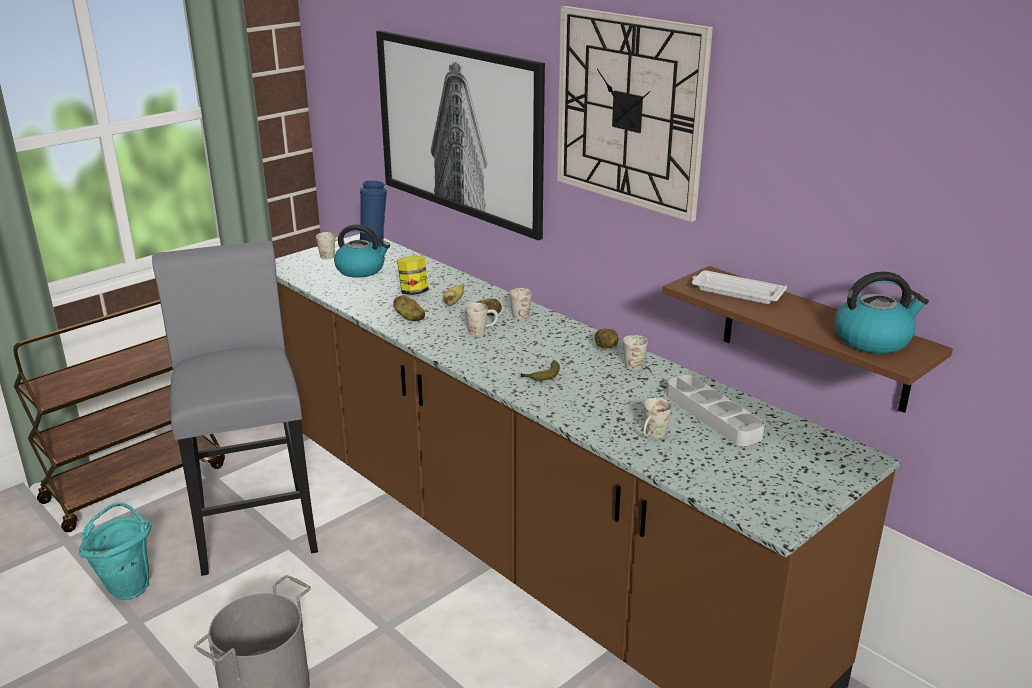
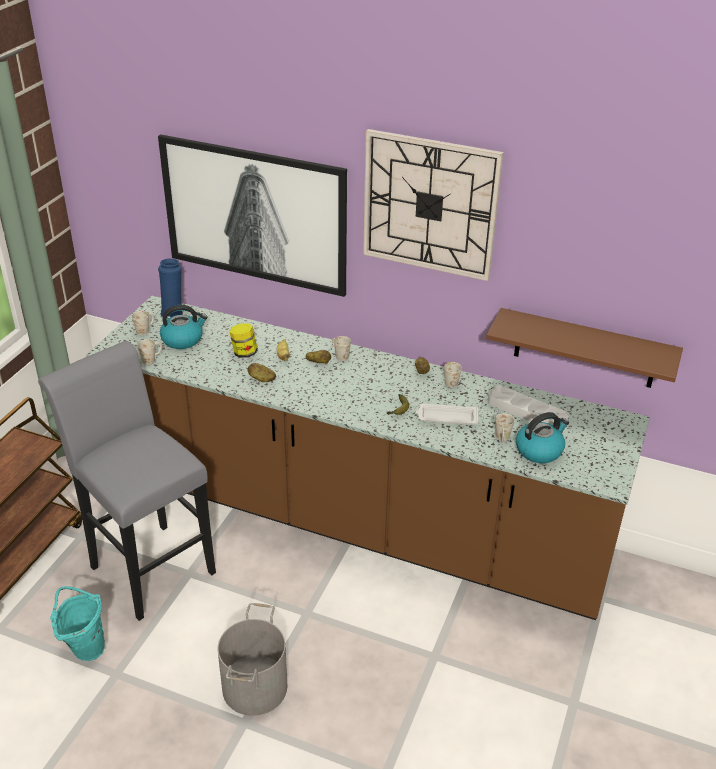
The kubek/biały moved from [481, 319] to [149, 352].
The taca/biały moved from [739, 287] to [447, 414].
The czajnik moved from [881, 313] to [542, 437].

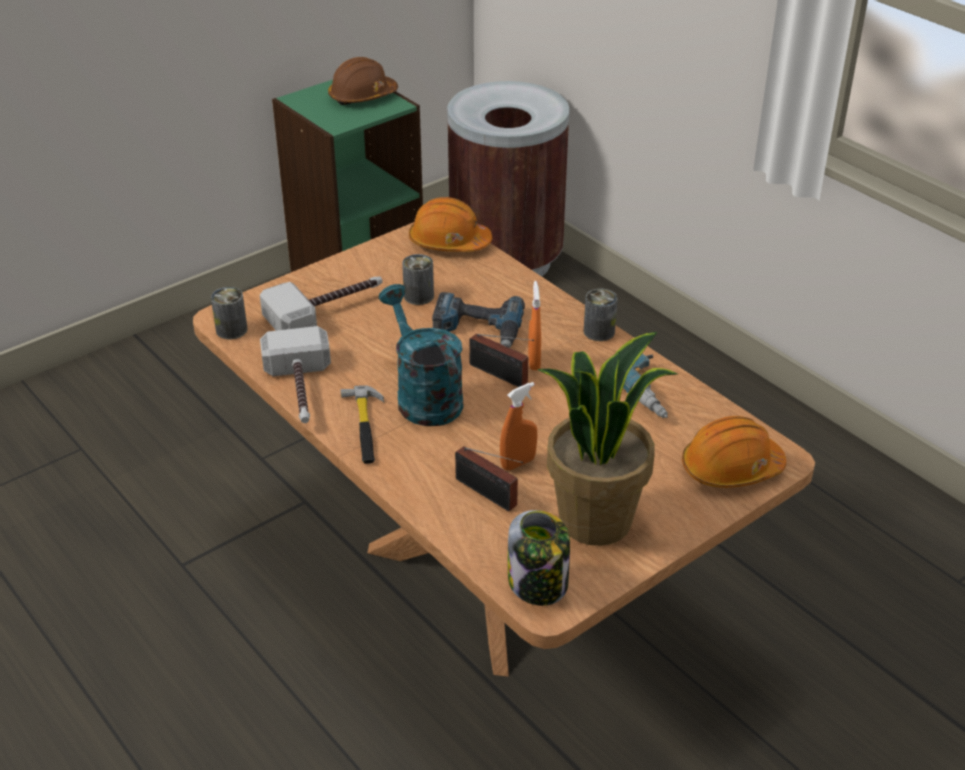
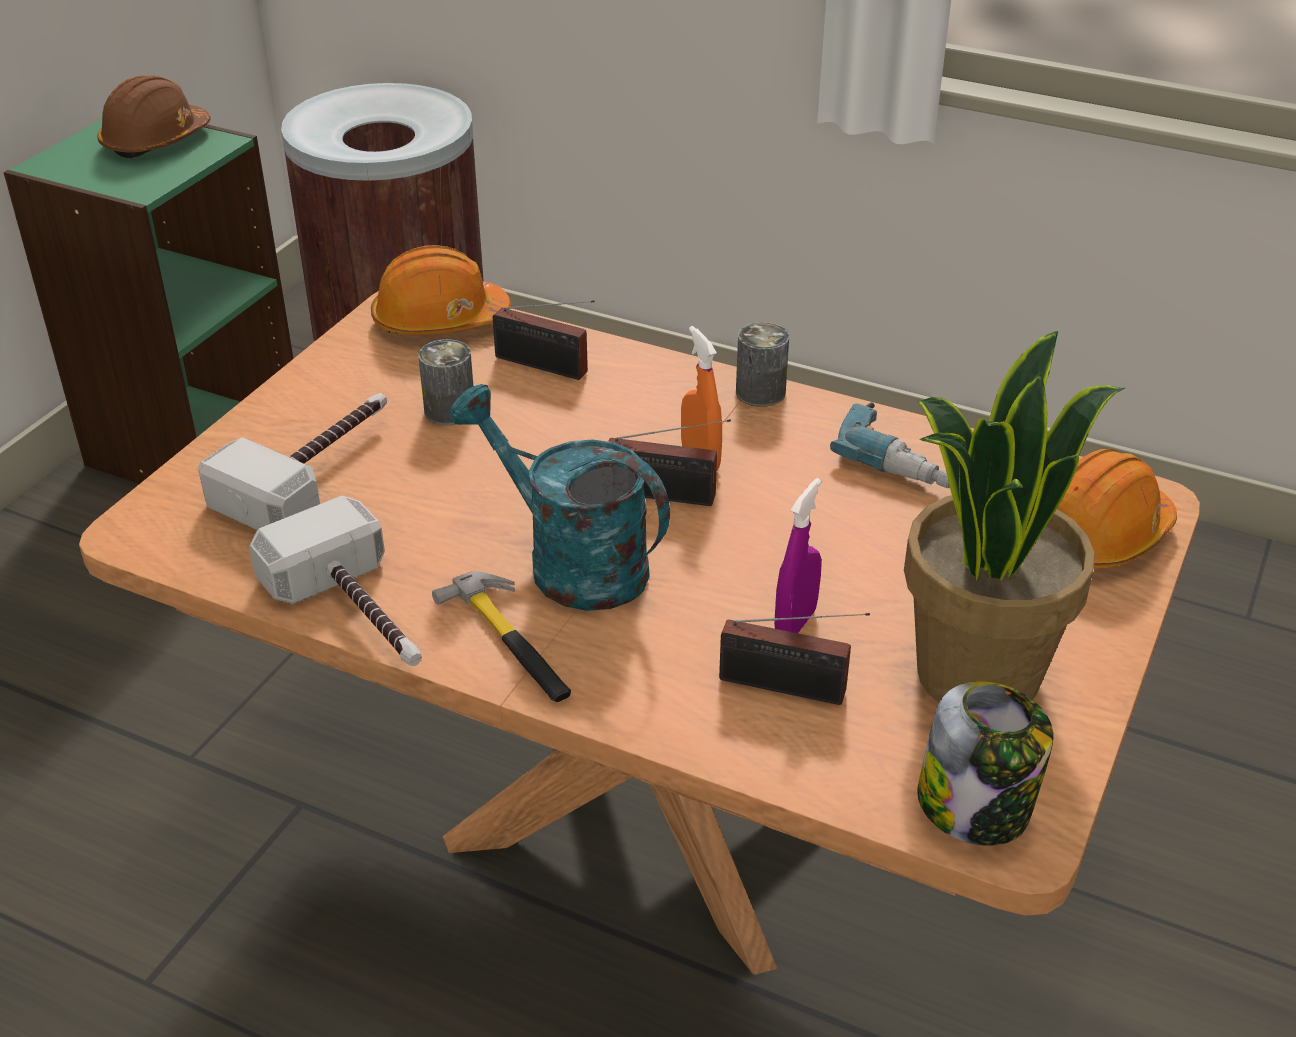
The puszka at [229, 313] disappeared.
The wiertarka at [478, 320] disappeared.
The spryskiwacz/pomarańczowy at [518, 426] became the spryskiwacz/fioletowy at [798, 555].
The radio at [544, 340] appeared.

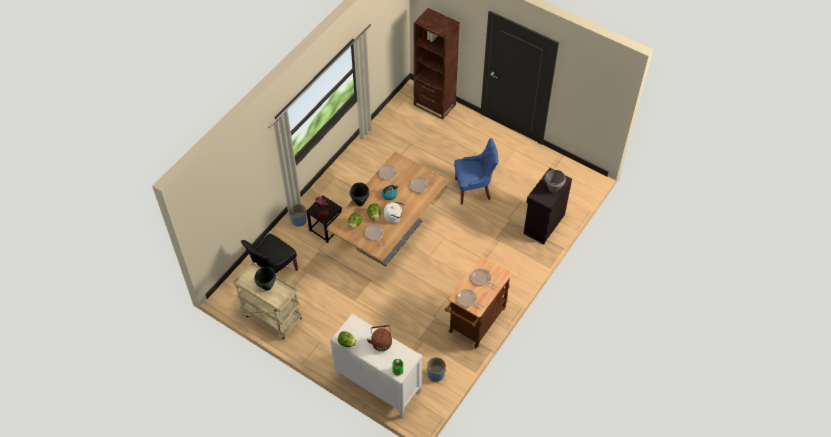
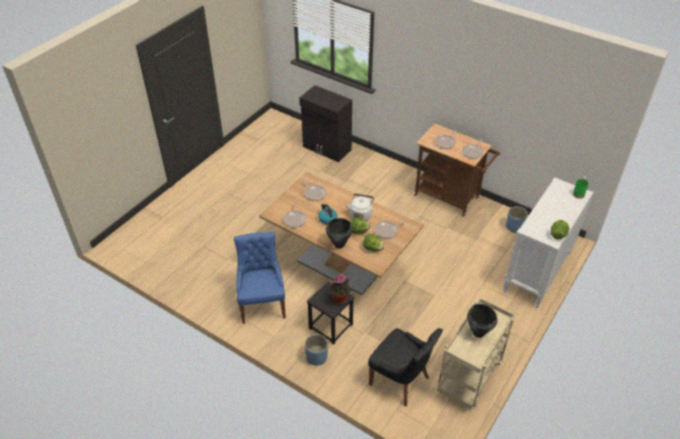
The czajnik/brązowy at [379, 338] disappeared.
The regał/brązowy at [437, 64] disappeared.
The krzesło/niebieski moved from [476, 171] to [260, 278].
The garnek/szary at [555, 181] disappeared.

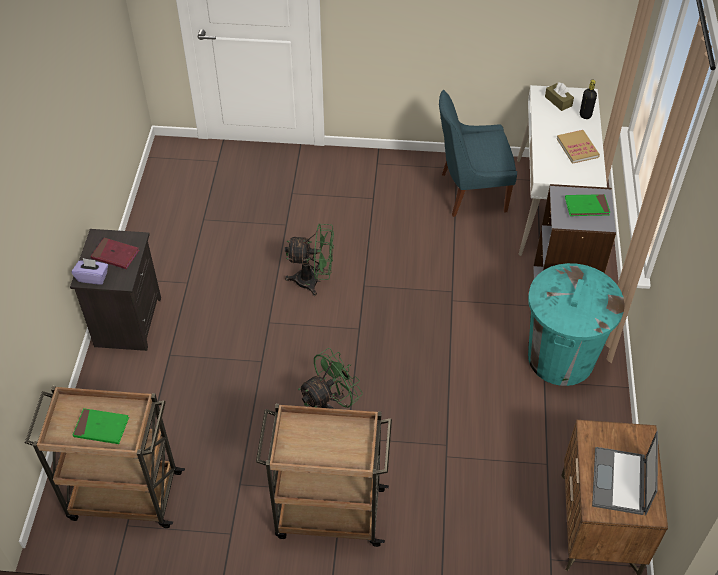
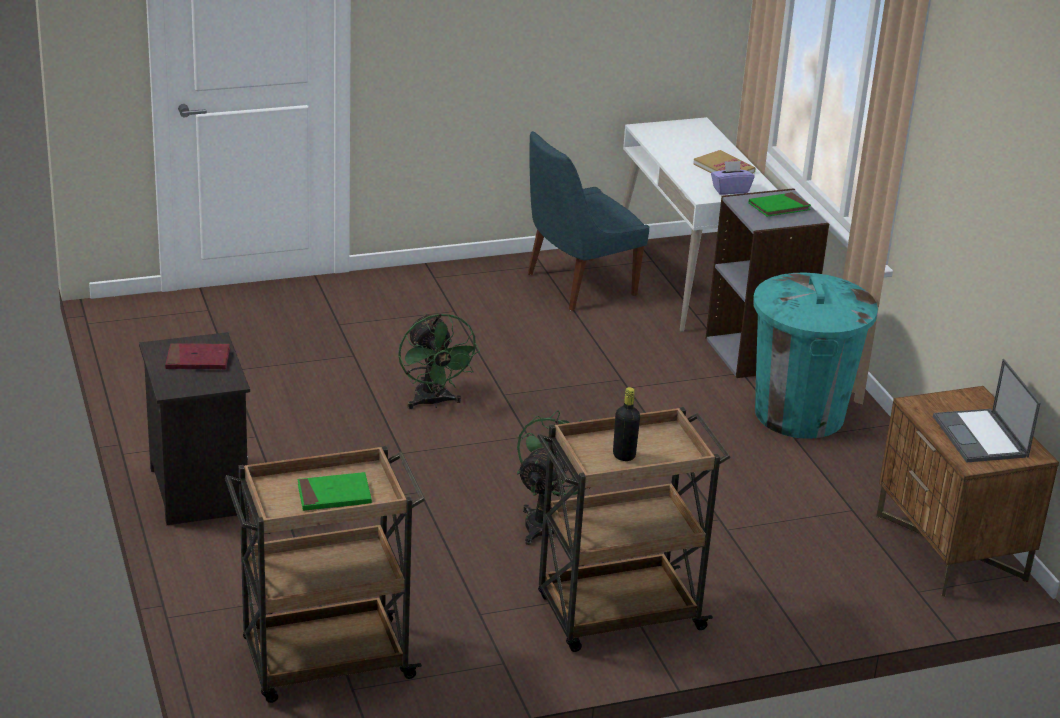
The pudełko chusteczek/fioletowy moved from [90, 271] to [733, 178].
The wentylator/zielony at [309, 260] turned 90 degrees clockwise.
The pudełko chusteczek/brązowy at [559, 96] disappeared.
The butelka/czarny moved from [588, 99] to [626, 424].

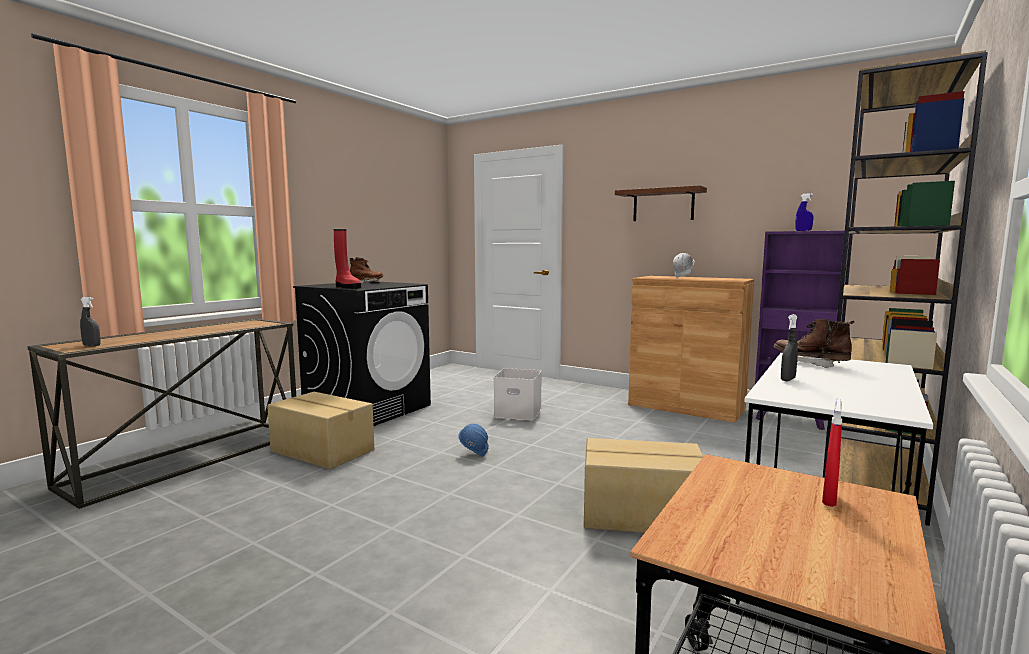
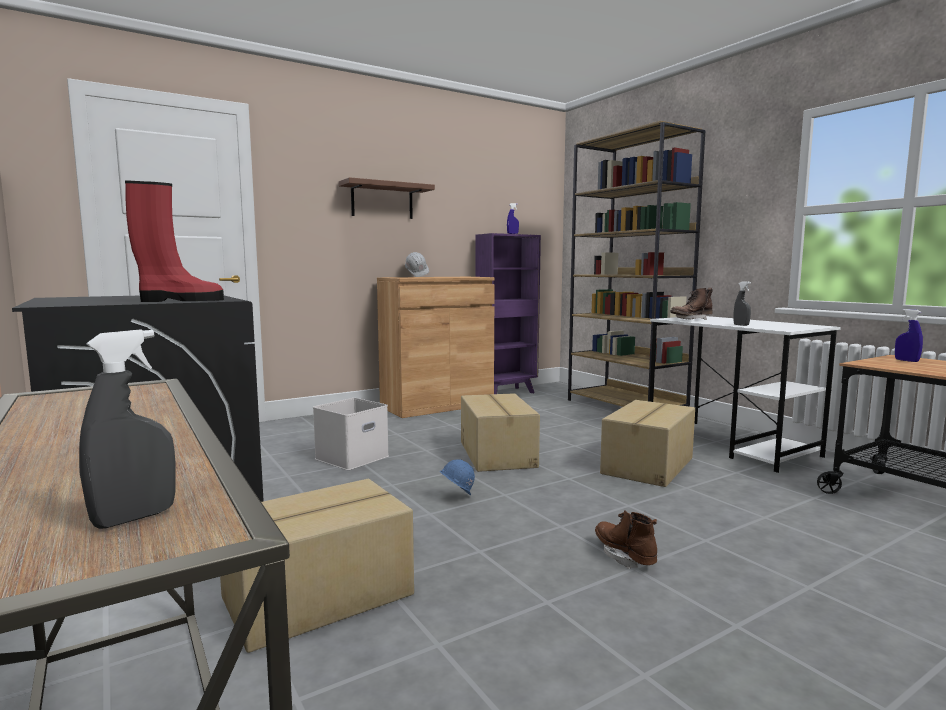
The but z cholewką/brązowy moved from [366, 270] to [626, 539].
The spryskiwacz/czerwony at [832, 453] became the spryskiwacz/niebieski at [909, 335].
The karton at [500, 432] appeared.

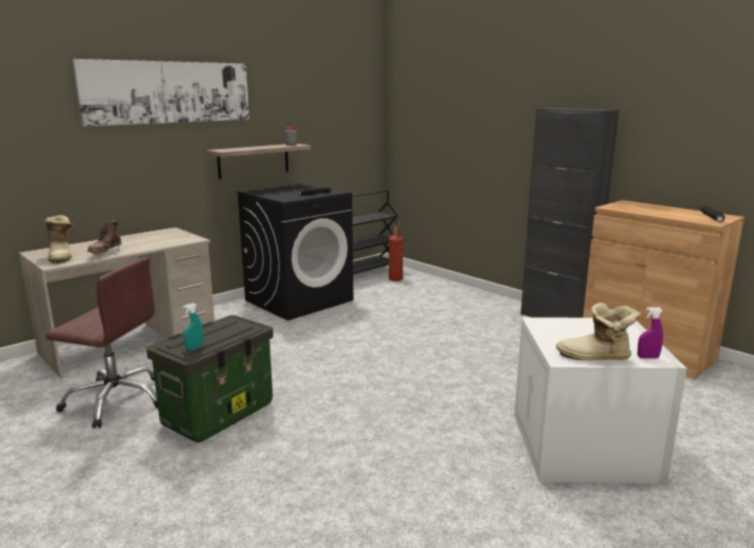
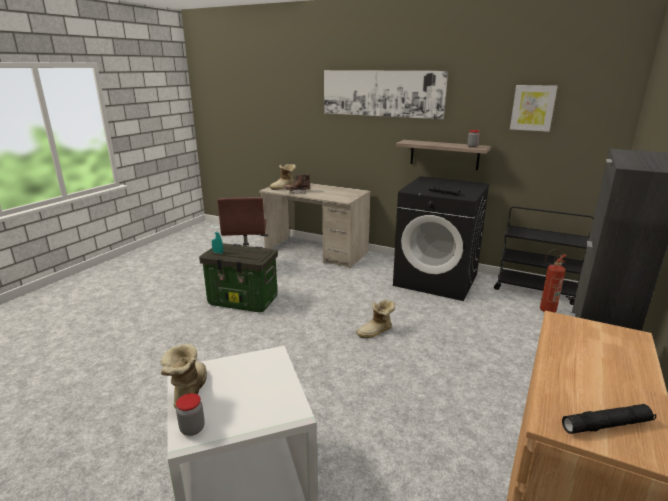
The spryskiwacz/fioletowy at [650, 333] was replaced by the słoik at [190, 414].
The but z cholewką at [375, 319] appeared.
The obraz at [534, 108] appeared.

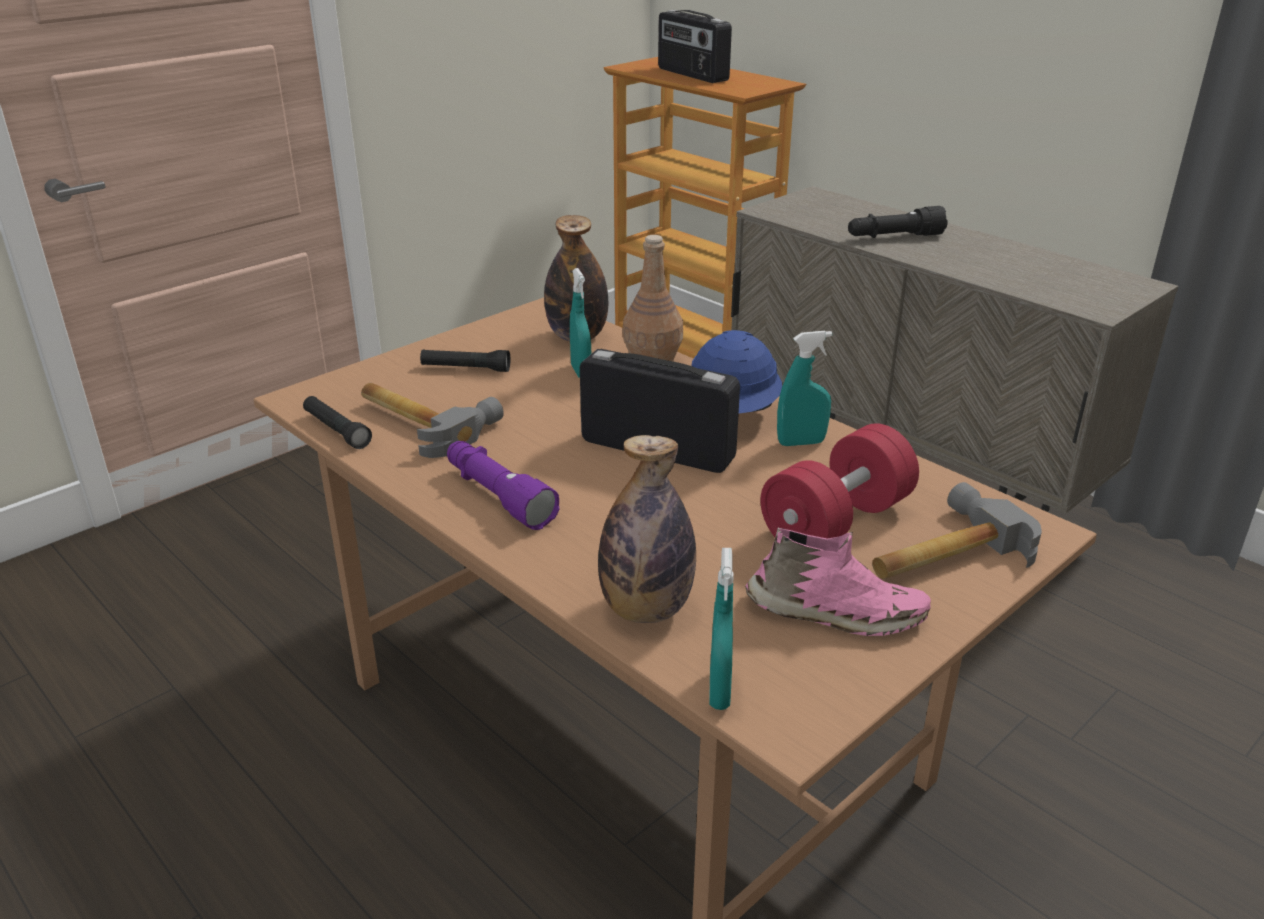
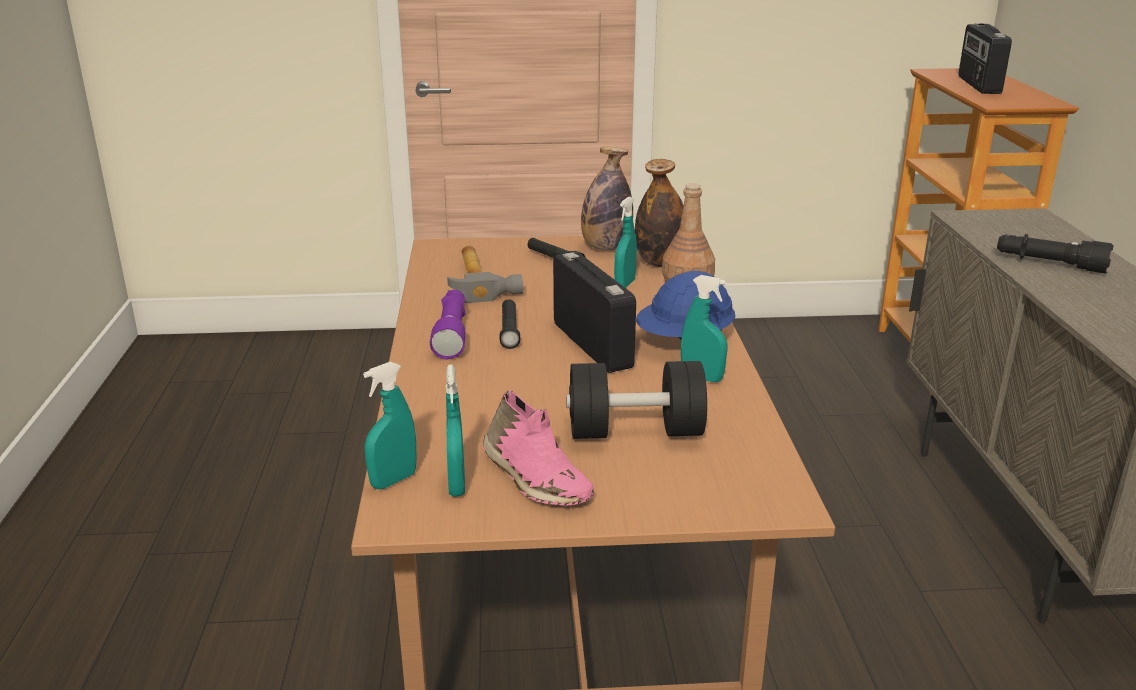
The latarka/czarny moved from [337, 422] to [509, 324].
The butelka moved from [647, 529] to [607, 198].
The hantel/czerwony at [840, 480] became the hantel/czarny at [637, 400].
The młotek at [957, 530] disappeared.
The spryskiwacz/turkusowy at [455, 430] appeared.

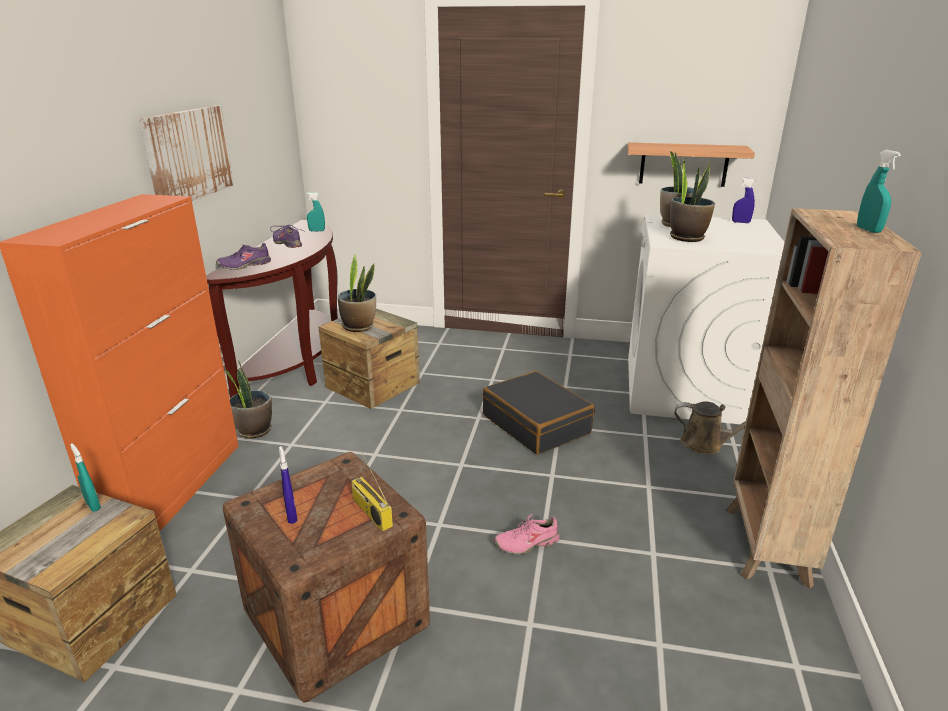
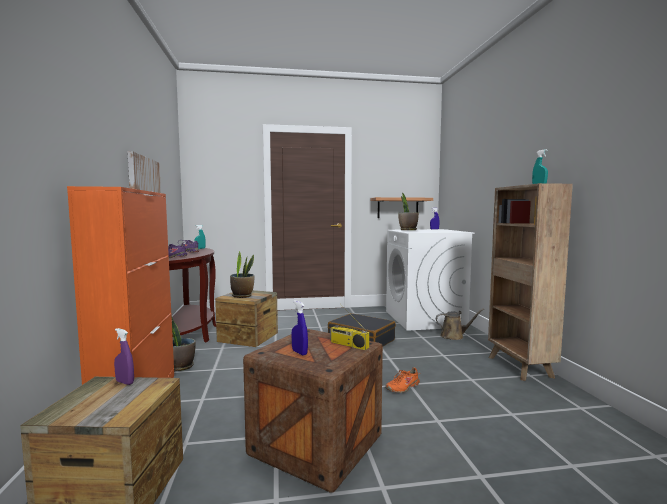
The spryskiwacz/turkusowy at [85, 477] became the spryskiwacz/fioletowy at [124, 356].
The but/różowy at [527, 534] became the but/pomarańczowy at [402, 380].
The roślina doniczkowa at [692, 199] disappeared.

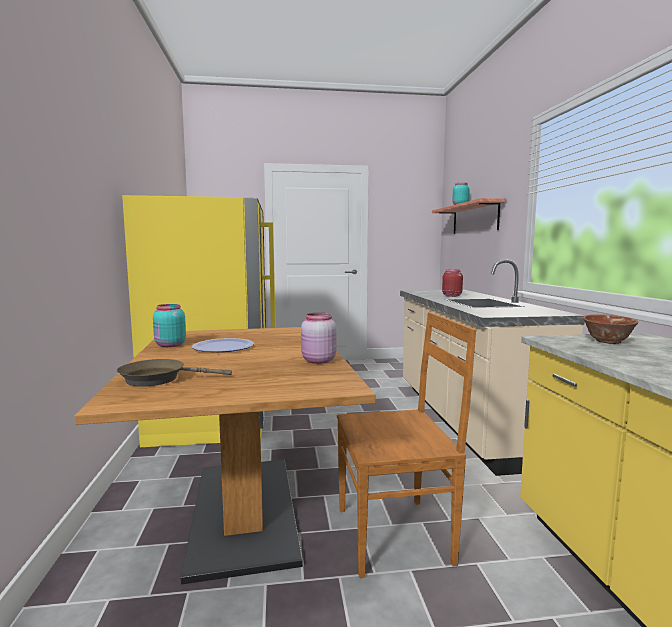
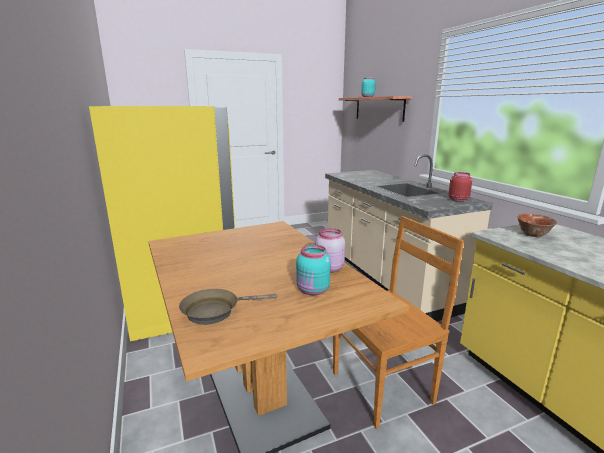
The słoik/turkusowy moved from [169, 325] to [313, 270].
The talerz at [223, 345] disappeared.
The słoik/czerwony moved from [452, 283] to [460, 187].

